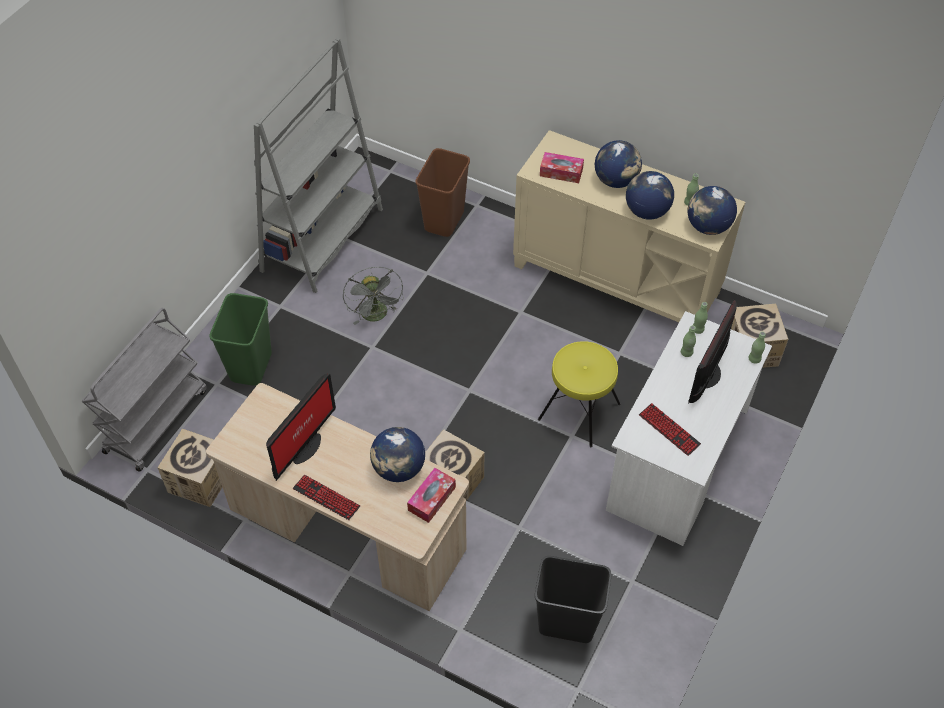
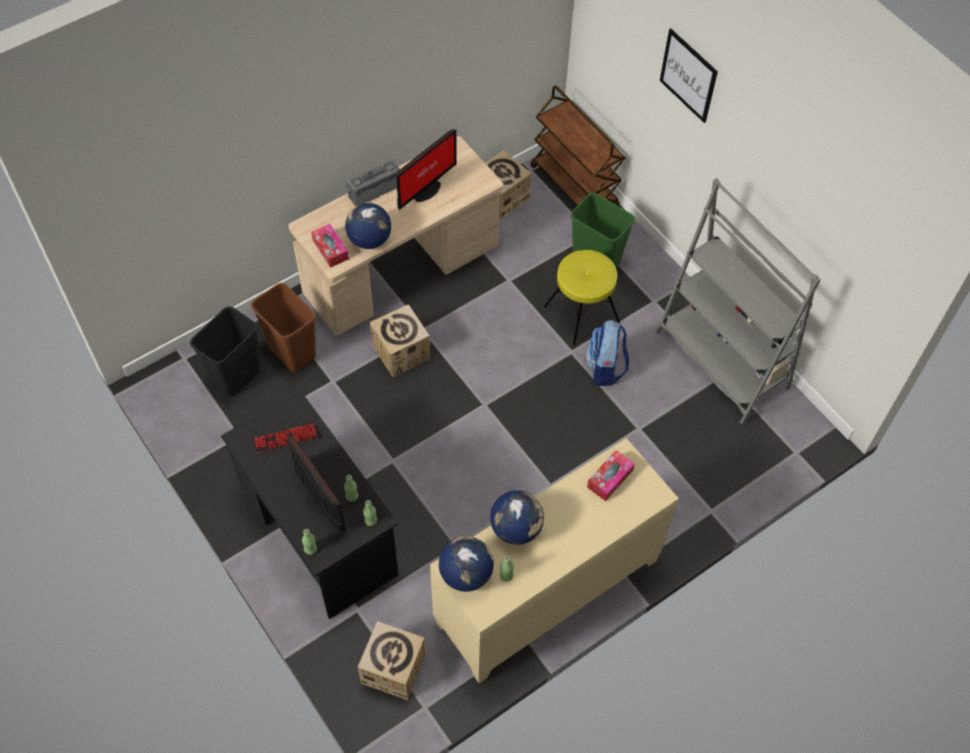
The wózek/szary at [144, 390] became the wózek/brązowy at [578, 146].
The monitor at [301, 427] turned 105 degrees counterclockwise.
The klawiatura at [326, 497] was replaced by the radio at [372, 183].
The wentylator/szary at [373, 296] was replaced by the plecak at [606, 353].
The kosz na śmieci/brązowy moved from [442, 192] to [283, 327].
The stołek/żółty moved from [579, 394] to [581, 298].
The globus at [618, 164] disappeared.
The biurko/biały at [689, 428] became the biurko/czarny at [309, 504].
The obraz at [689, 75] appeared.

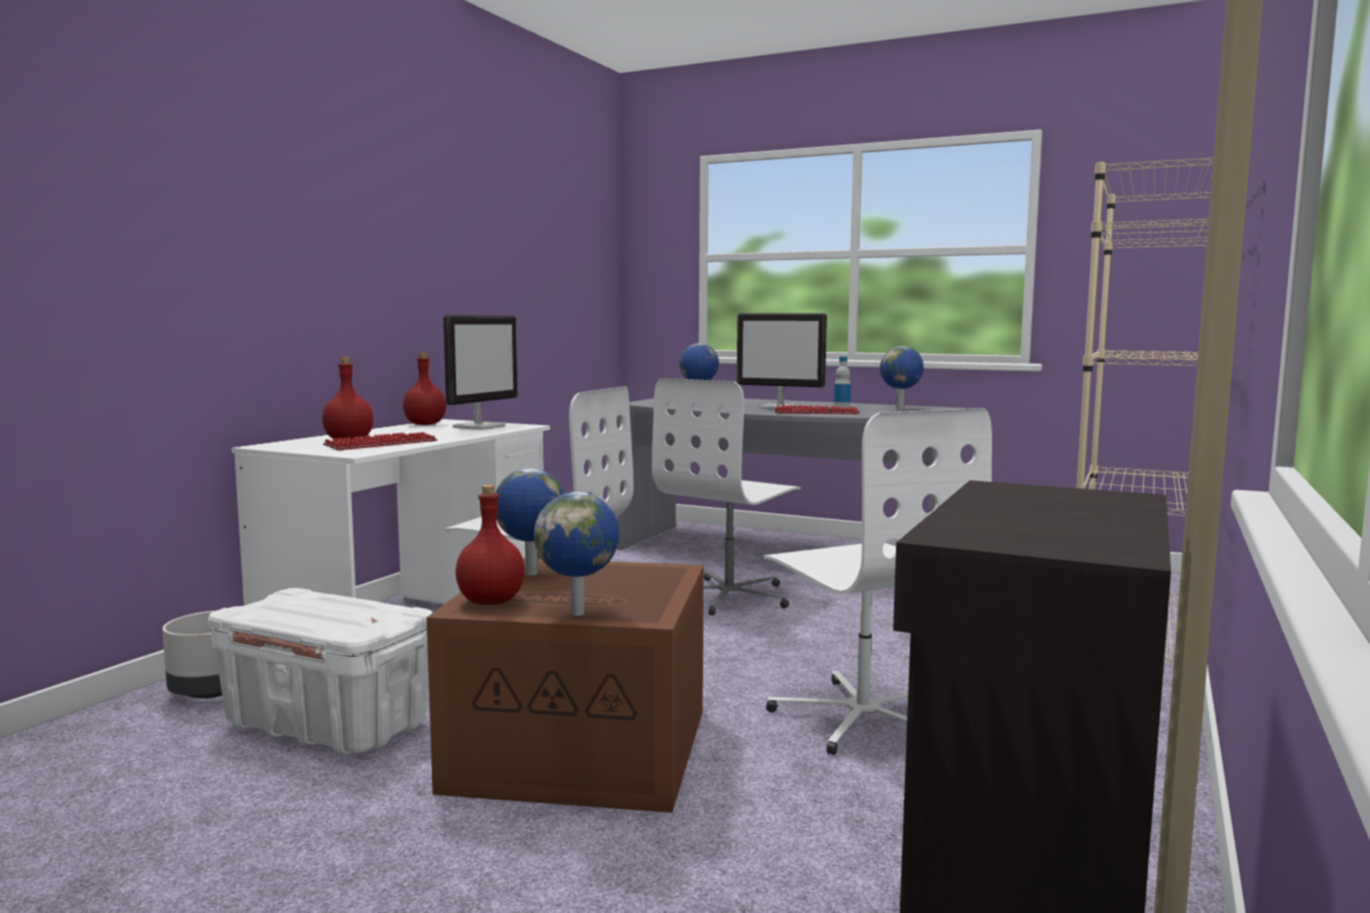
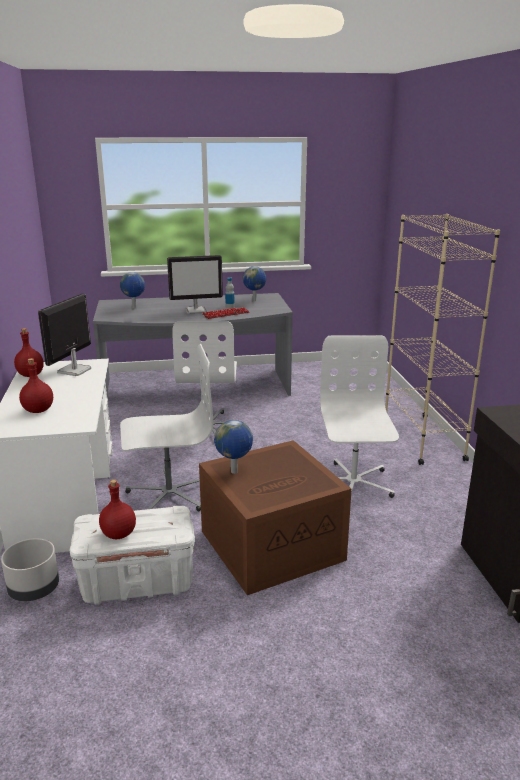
The klawiatura at [380, 441] disappeared.
The monitor at [480, 372] turned 150 degrees counterclockwise.
The butelka/czerwony moved from [490, 545] to [117, 509].
The globus at [576, 554] disappeared.
The krzesło biurowe/biały at [877, 581] turned 120 degrees counterclockwise.

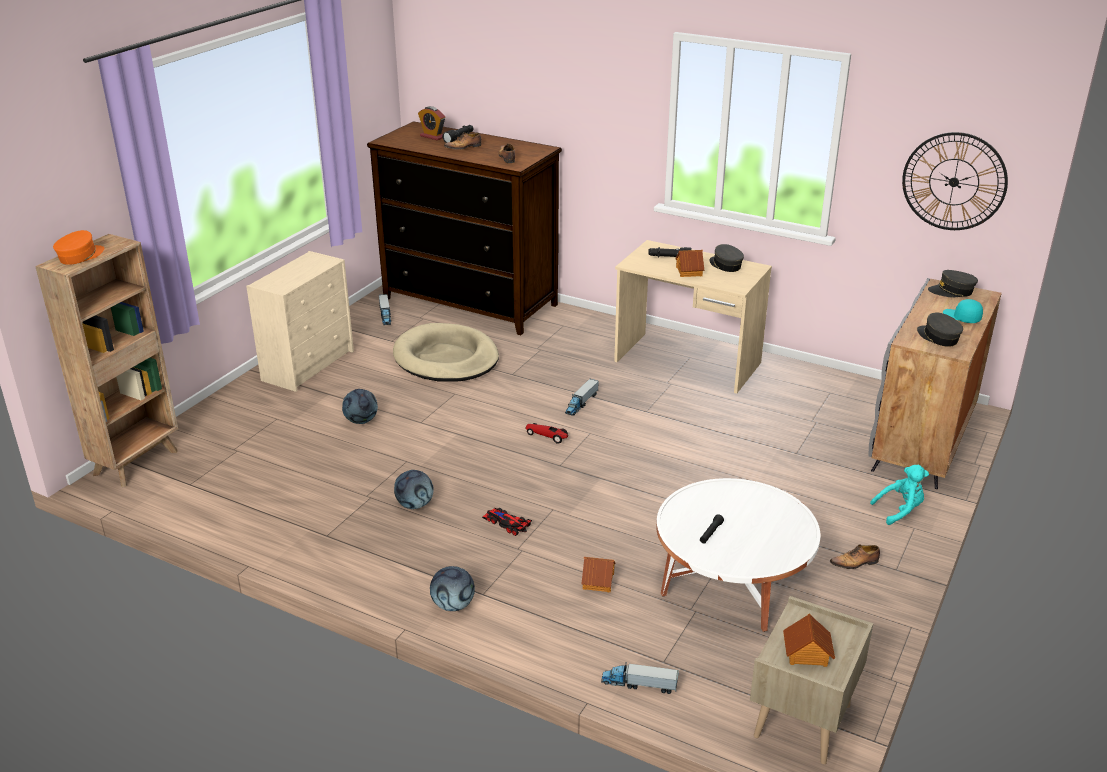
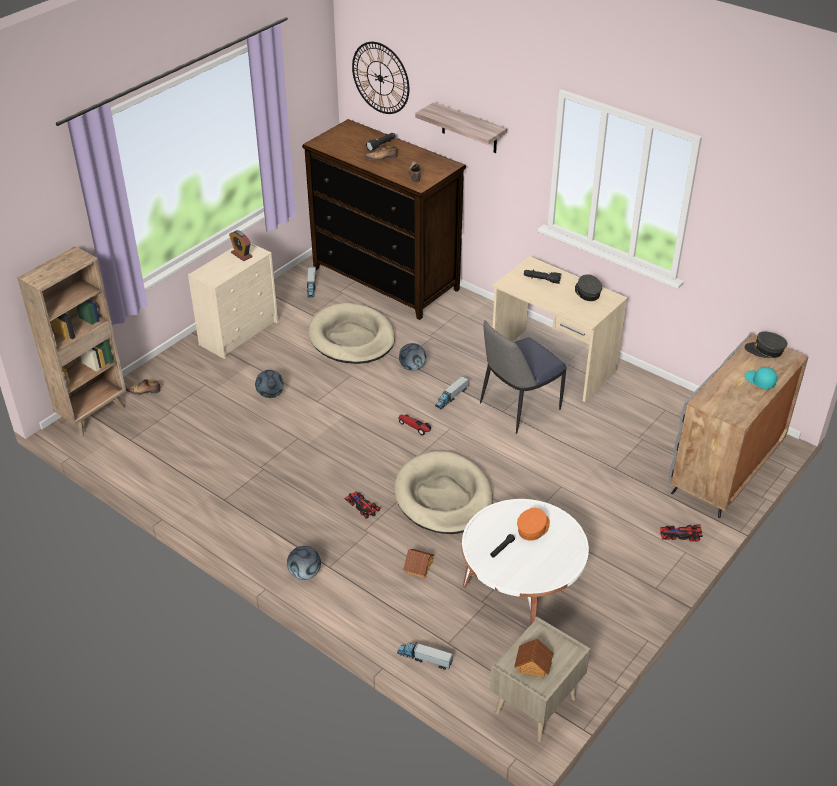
The czapka z daszkiem/pomarańczowy moved from [78, 247] to [533, 524].
The piłka futbolowa moved from [414, 489] to [412, 357].
The budzik moved from [431, 123] to [241, 245].
The domek at [690, 263] disappeared.
The but moved from [855, 556] to [142, 387].
The pluszak/turkusowy at [899, 495] was replaced by the samochodzik at [681, 533].
The zegar ścienny moved from [955, 181] to [380, 78].
The czapka z daszkiem/szary at [940, 330] disappeared.
The legowisko/beżowy at [443, 492] appeared.
The półka at [461, 127] appeared.
The krzesło at [523, 377] appeared.

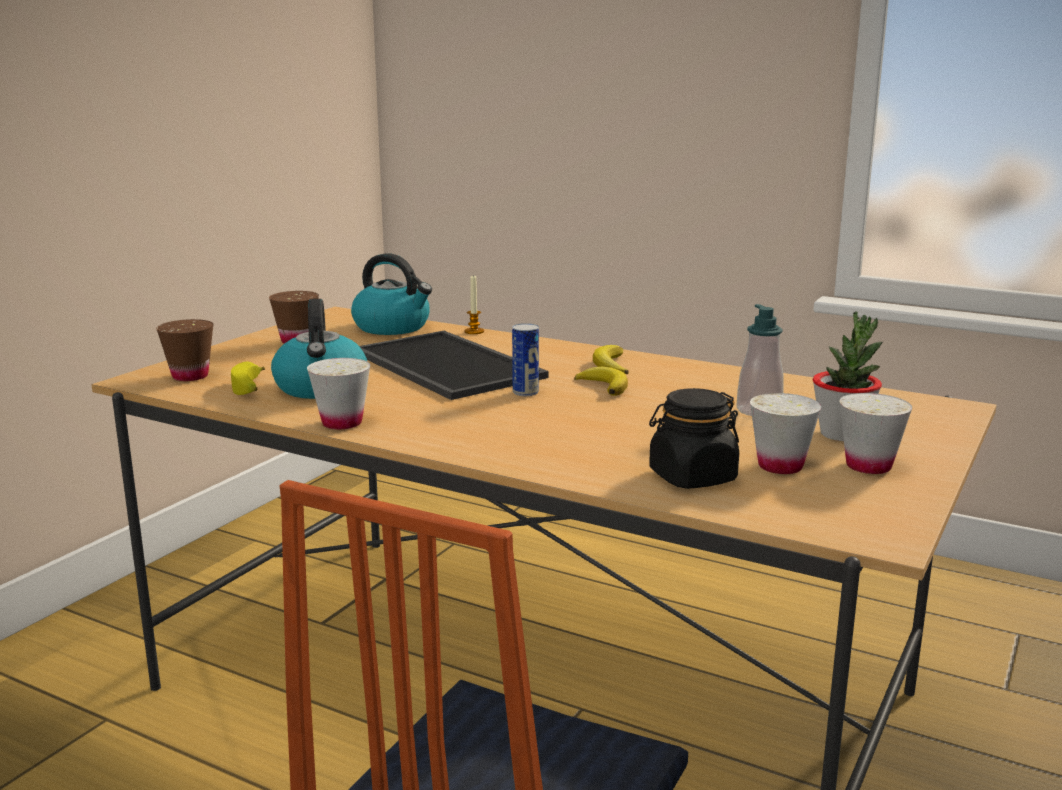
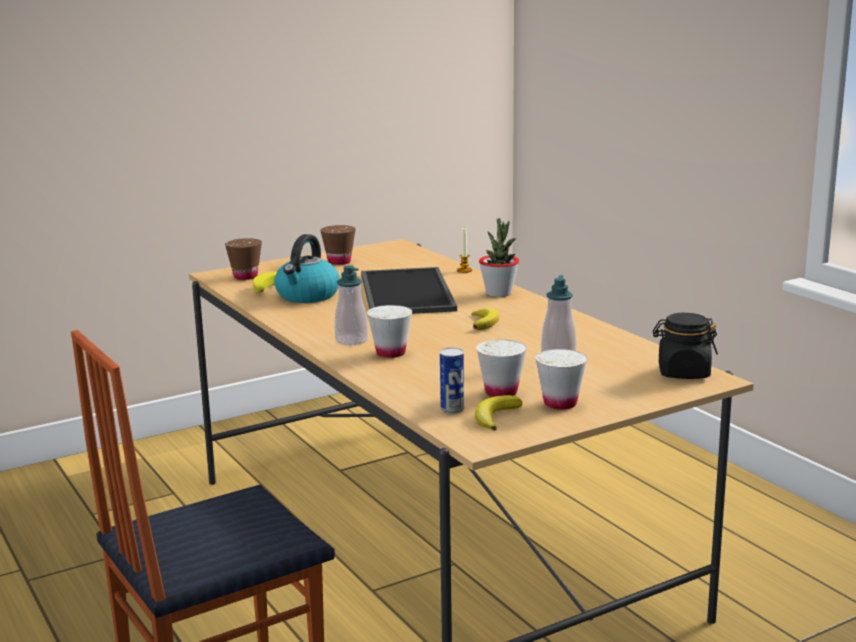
The filiżanka/biały moved from [338, 393] to [389, 331].
The czajnik at [391, 294] disappeared.
The puszka moved from [525, 359] to [452, 381].
The banan moved from [611, 359] to [498, 413].
The słoik/czarny moved from [694, 438] to [685, 346].
The roślina doniczkowa moved from [848, 376] to [499, 257].
The dozownik mydła at [351, 305] appeared.

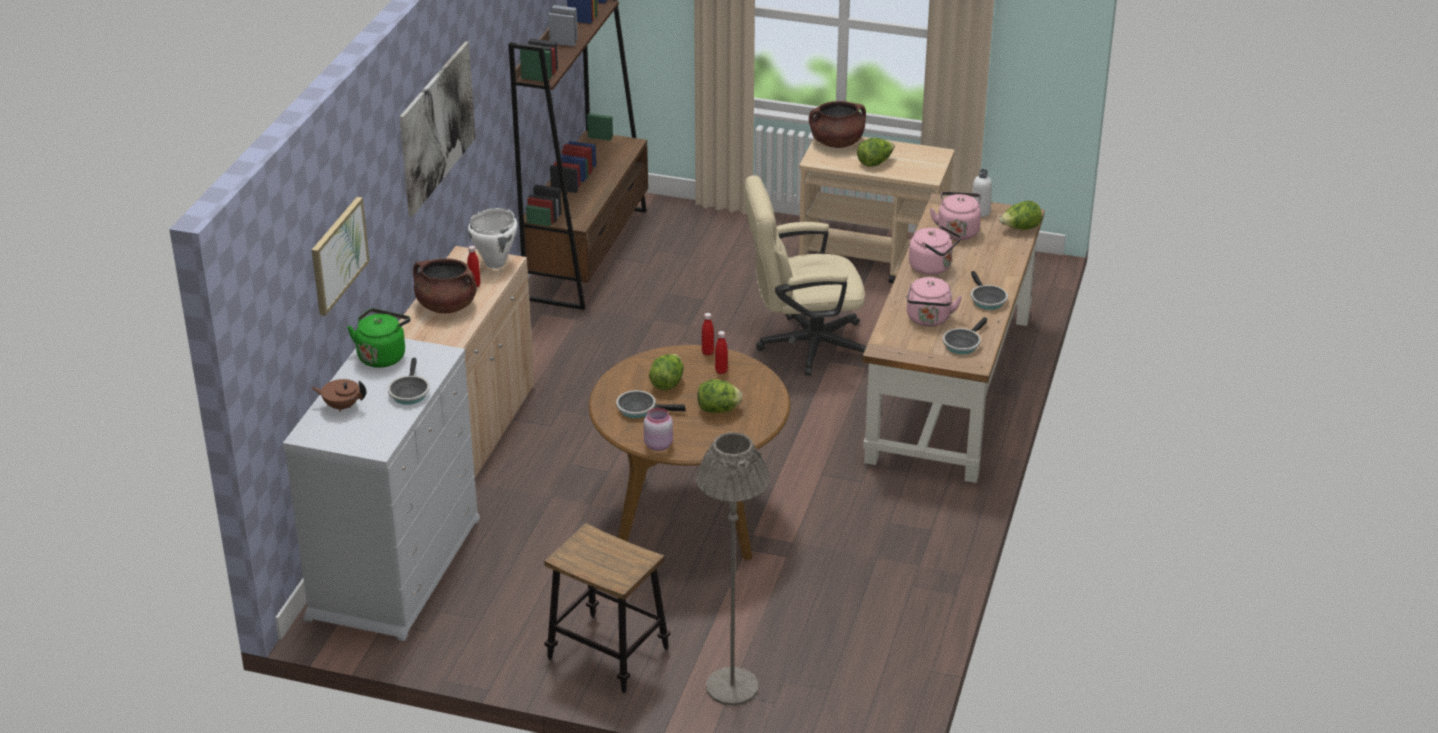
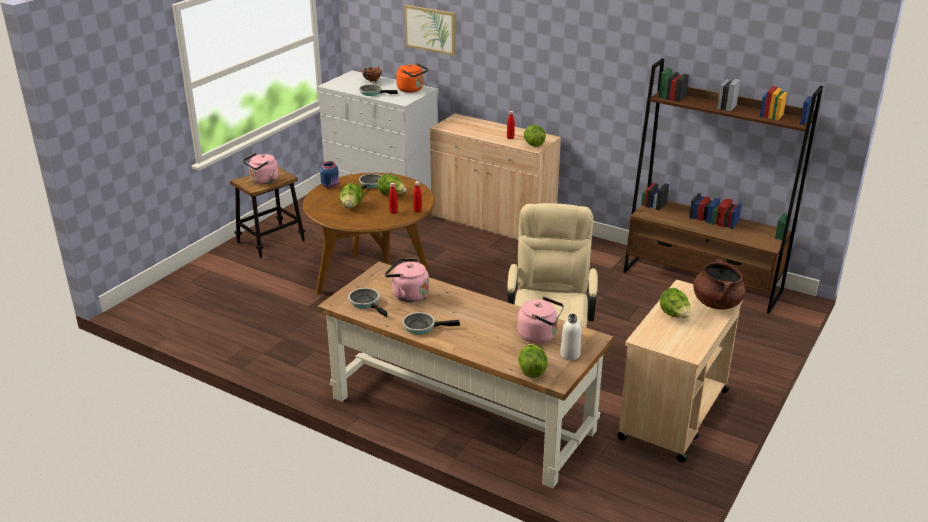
The czajnik/zielony at [379, 338] became the czajnik/pomarańczowy at [412, 78].
The obraz at [437, 129] disappeared.
The garnek/brązowy at [445, 285] disappeared.
The garnek/biały at [492, 238] was replaced by the sałata at [535, 136].
The słoik/różowy at [658, 429] became the słoik/niebieski at [329, 174].
The lampa stojąca/szary at [732, 569] disappeared.
The czajnik/różowy moved from [935, 250] to [261, 168].

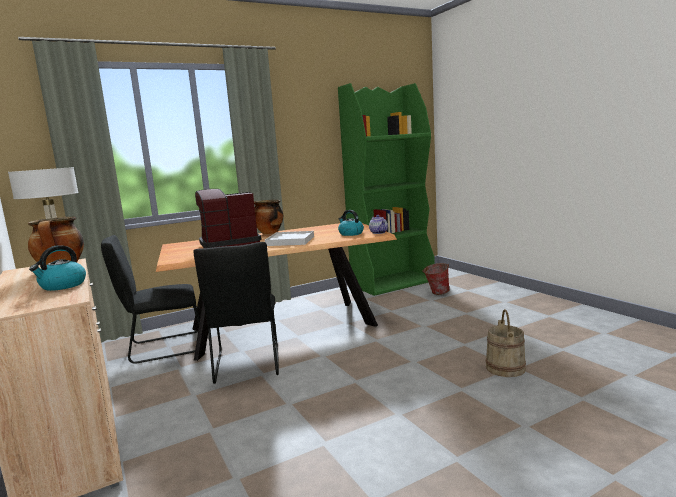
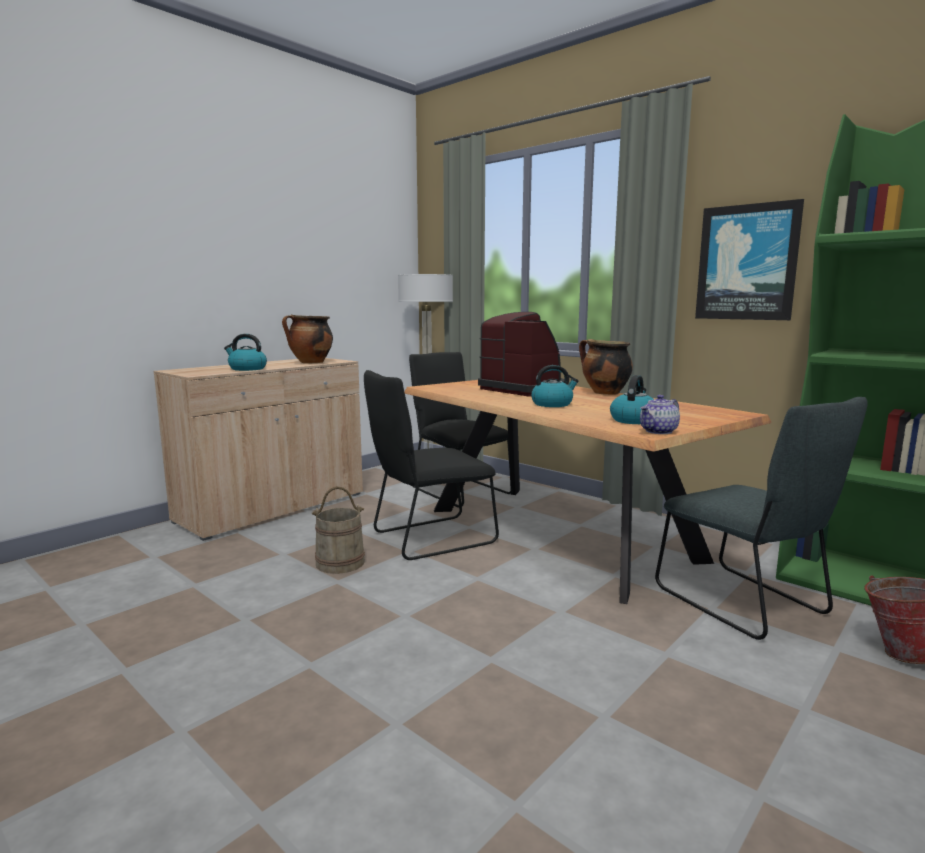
The taca/biały at [289, 238] was replaced by the czajnik at [555, 386].
The wiadro/beżowy moved from [506, 343] to [338, 530].
The krzesło/szary at [761, 518] appeared.
The obraz at [749, 259] appeared.

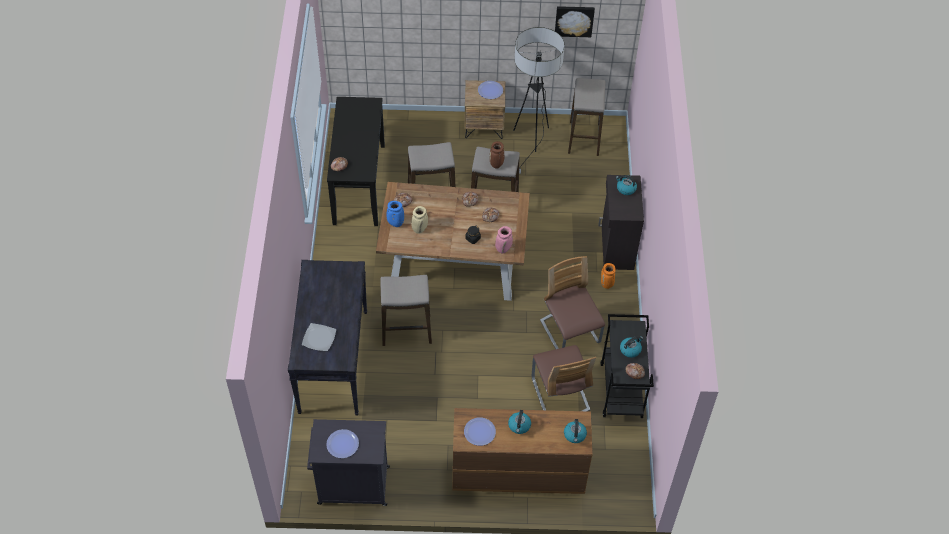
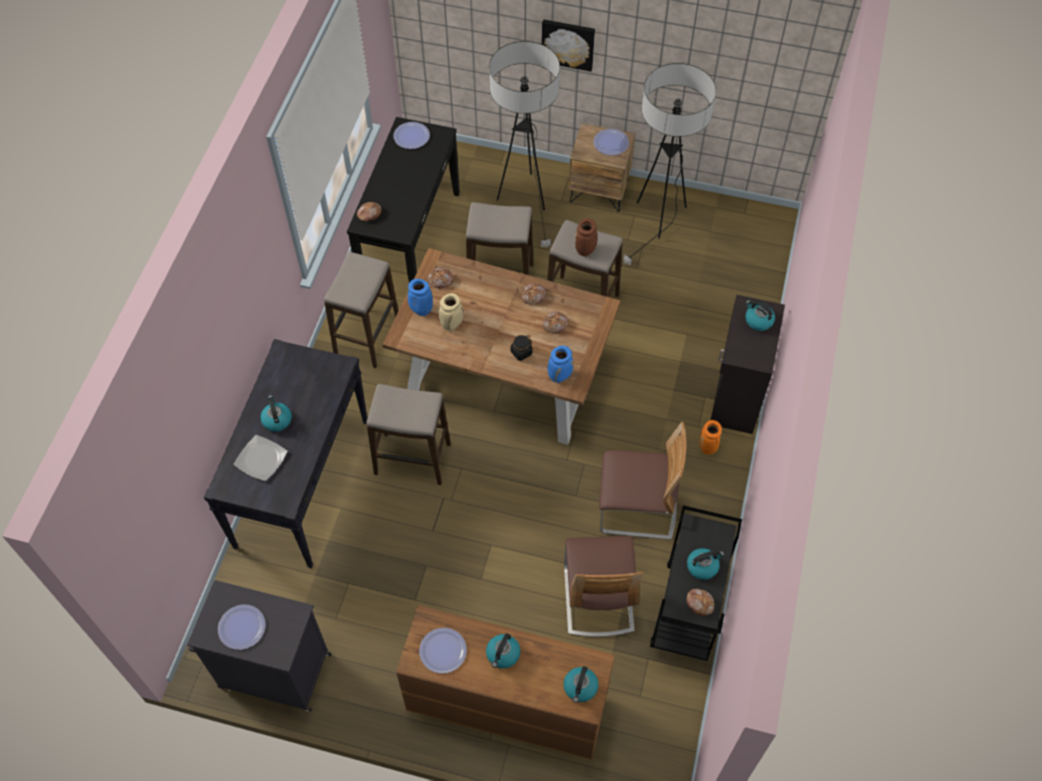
The wazon/różowy at [504, 239] became the wazon/niebieski at [560, 364].
The krzesło at [572, 302] turned 105 degrees clockwise.
The obraz moved from [575, 21] to [568, 45].
The stołek moved from [586, 117] to [361, 310].
The czajnik at [276, 413] appeared.
The talerz at [411, 135] appeared.
The lampa stojąca at [524, 144] appeared.

